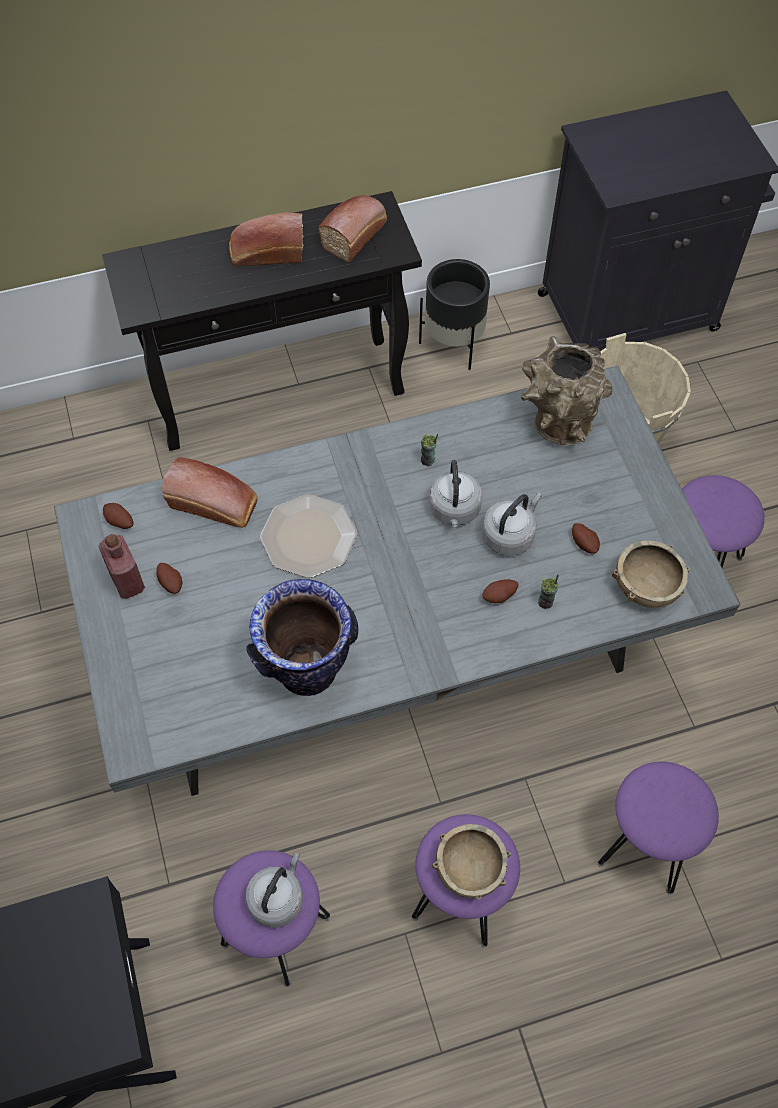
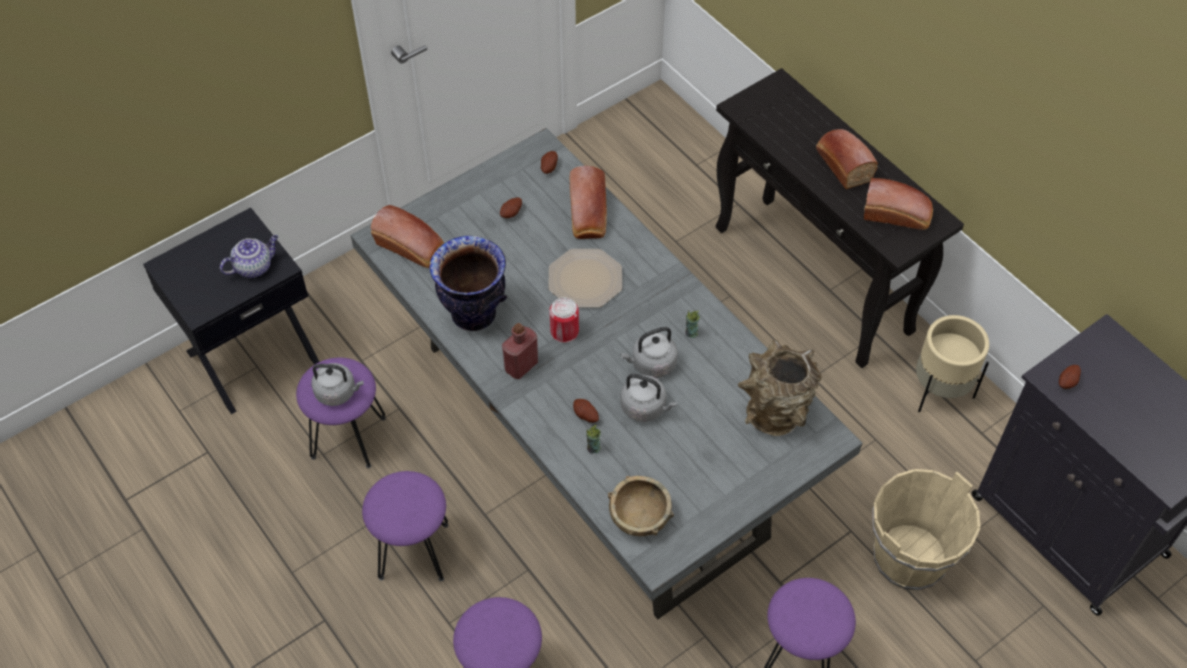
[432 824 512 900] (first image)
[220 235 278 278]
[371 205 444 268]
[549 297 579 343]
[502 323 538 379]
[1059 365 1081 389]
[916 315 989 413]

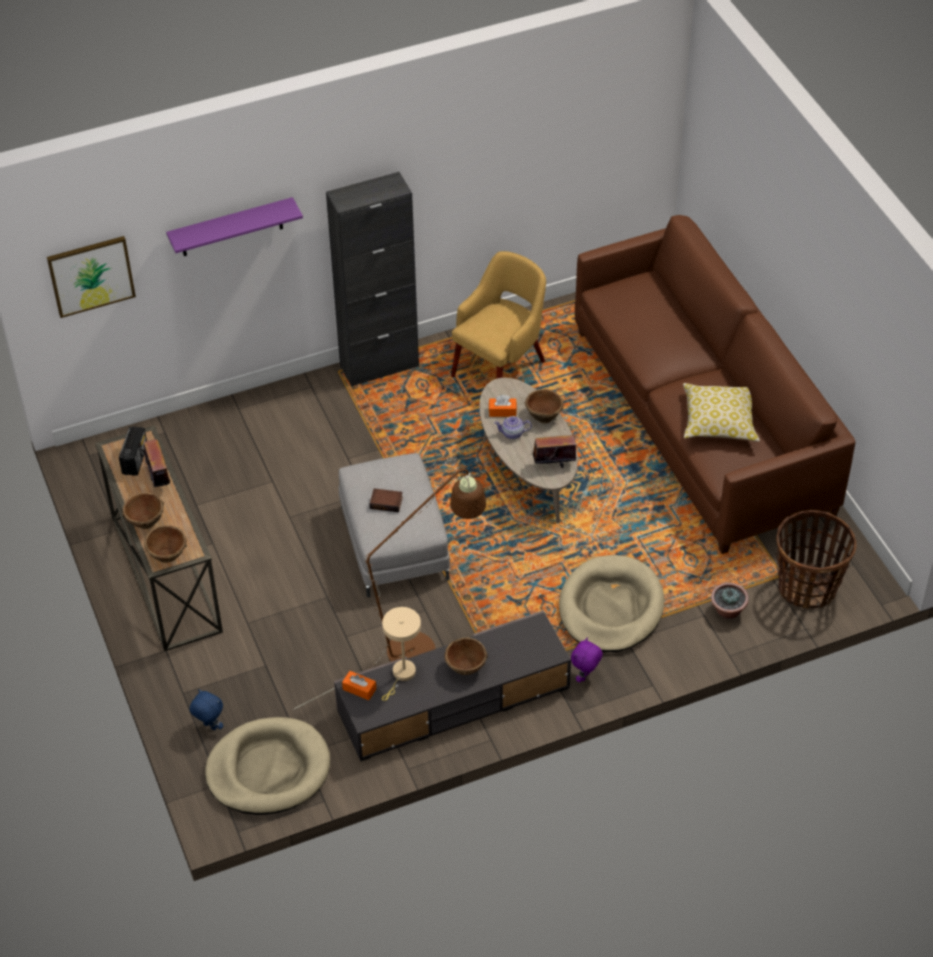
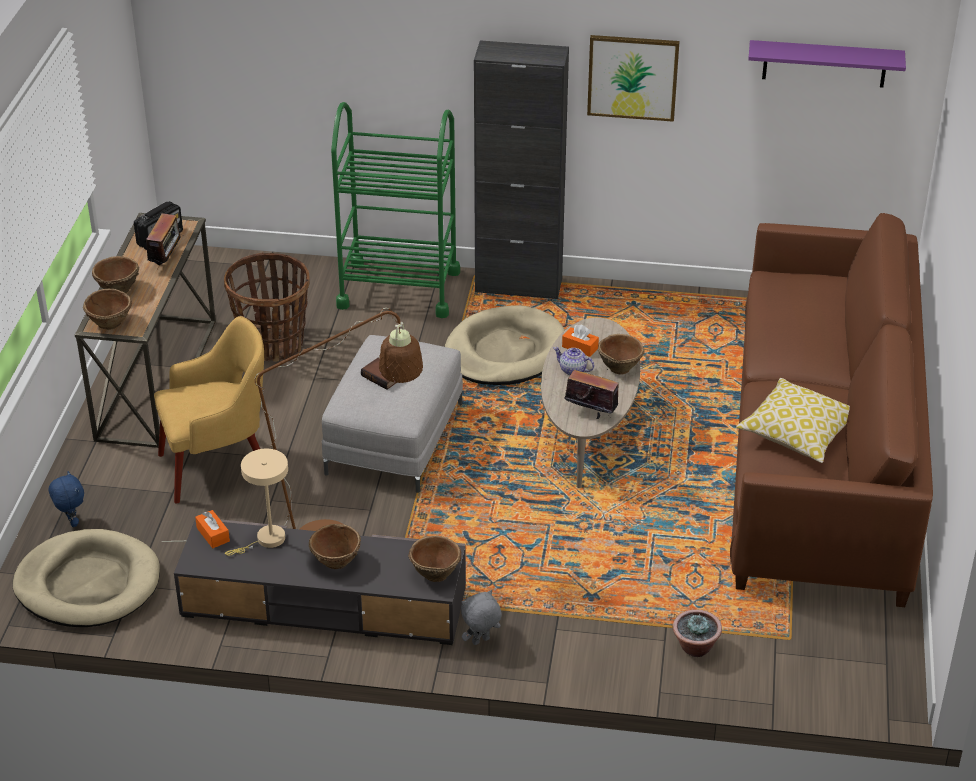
[331 102 460 318]
[408 536 461 582]
[587 35 680 122]
[748 40 906 88]
[154 316 264 503]
[445 305 565 385]
[224 252 310 362]
[461 590 502 645]

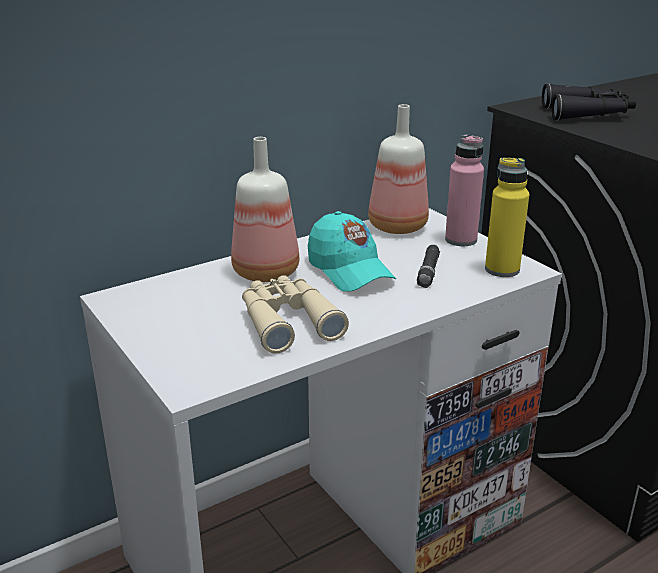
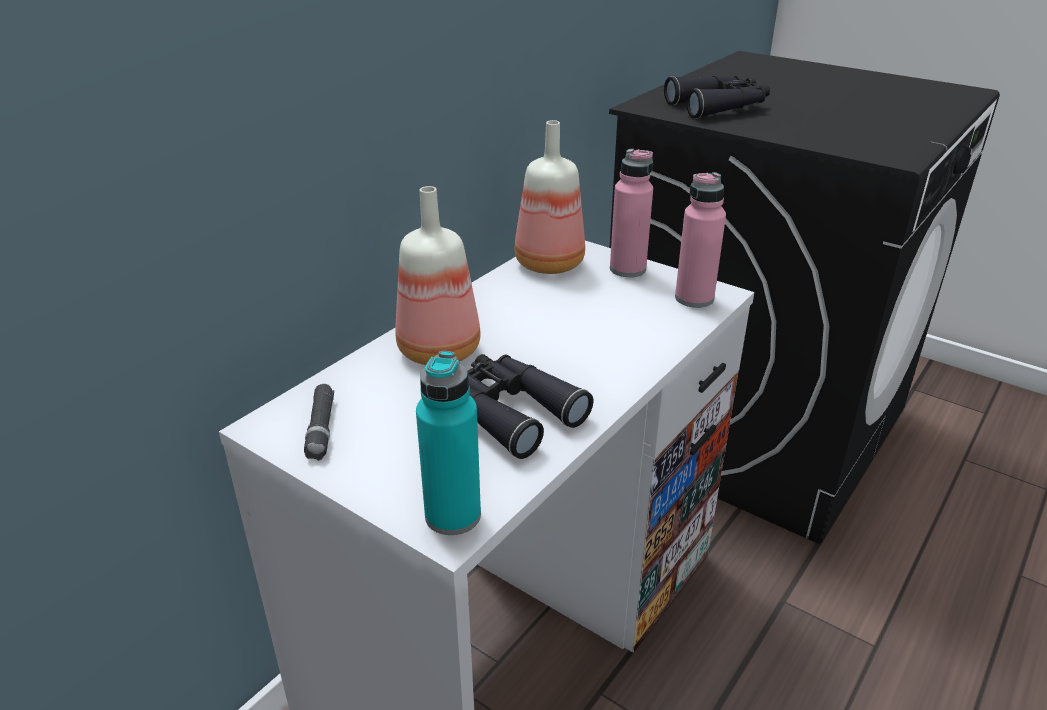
[308 211 396 292] (first image)
[416 351 481 535]
[304 384 334 461]
[467 354 593 459]
[675 172 726 308]

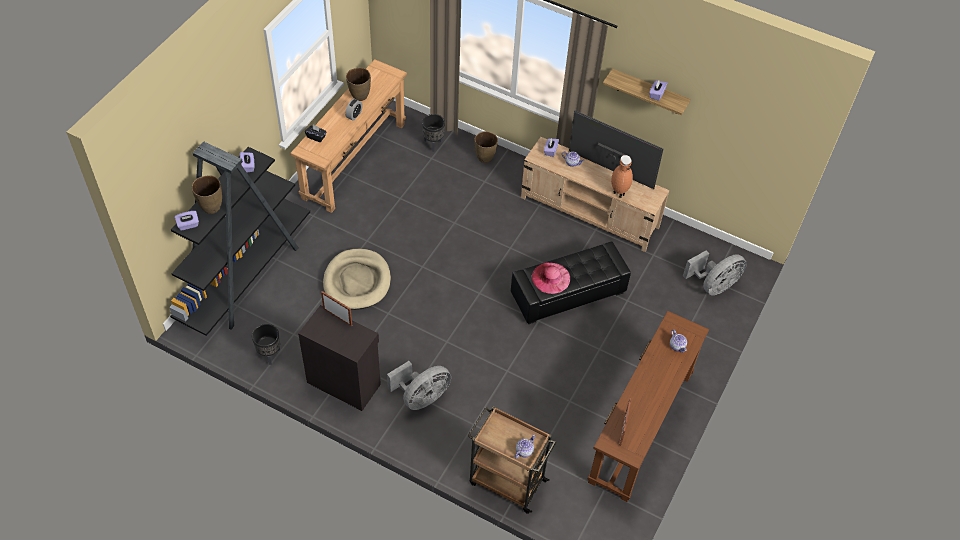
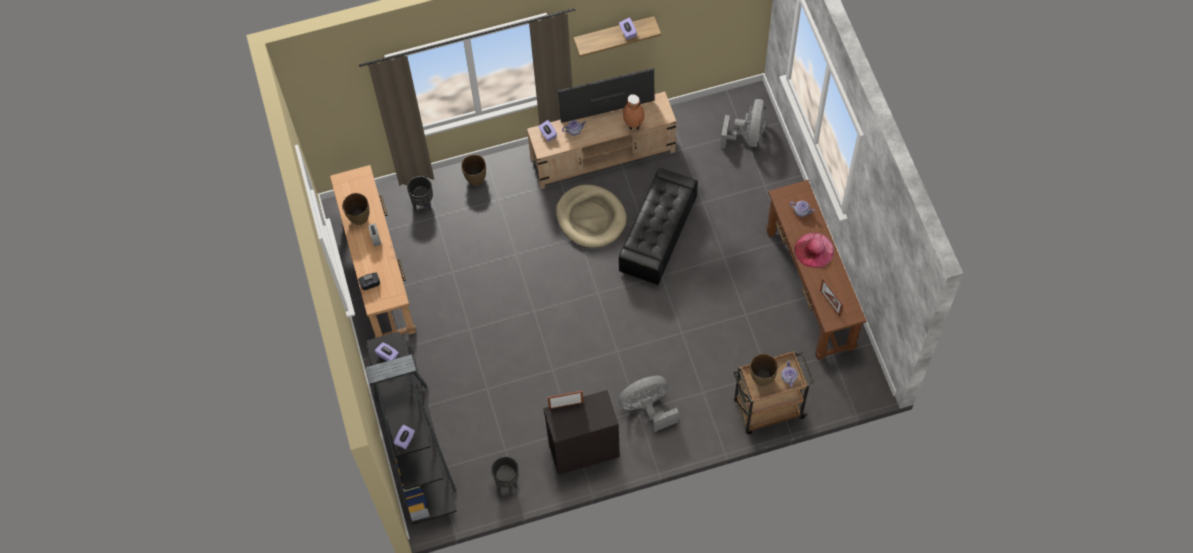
[750 354 778 386]
[556 185 627 248]
[794 233 834 268]
[618 376 679 432]

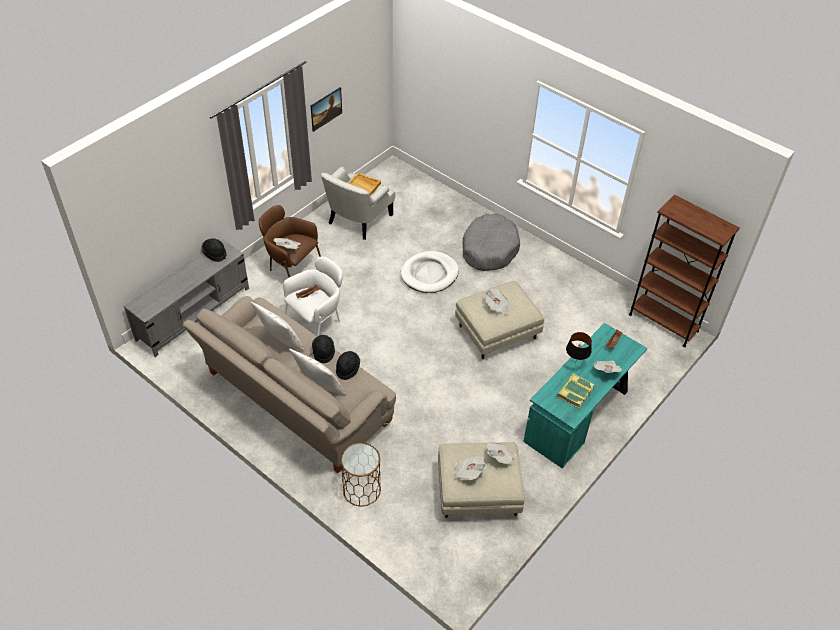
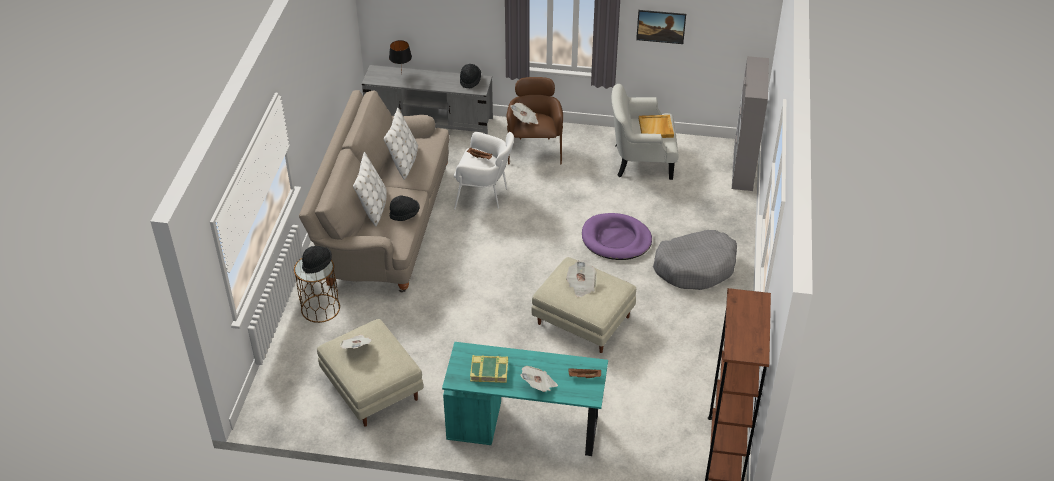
[486 442 517 465] (first image)
[732 56 769 191]
[302 246 332 274]
[389 40 412 72]
[582 213 652 260]

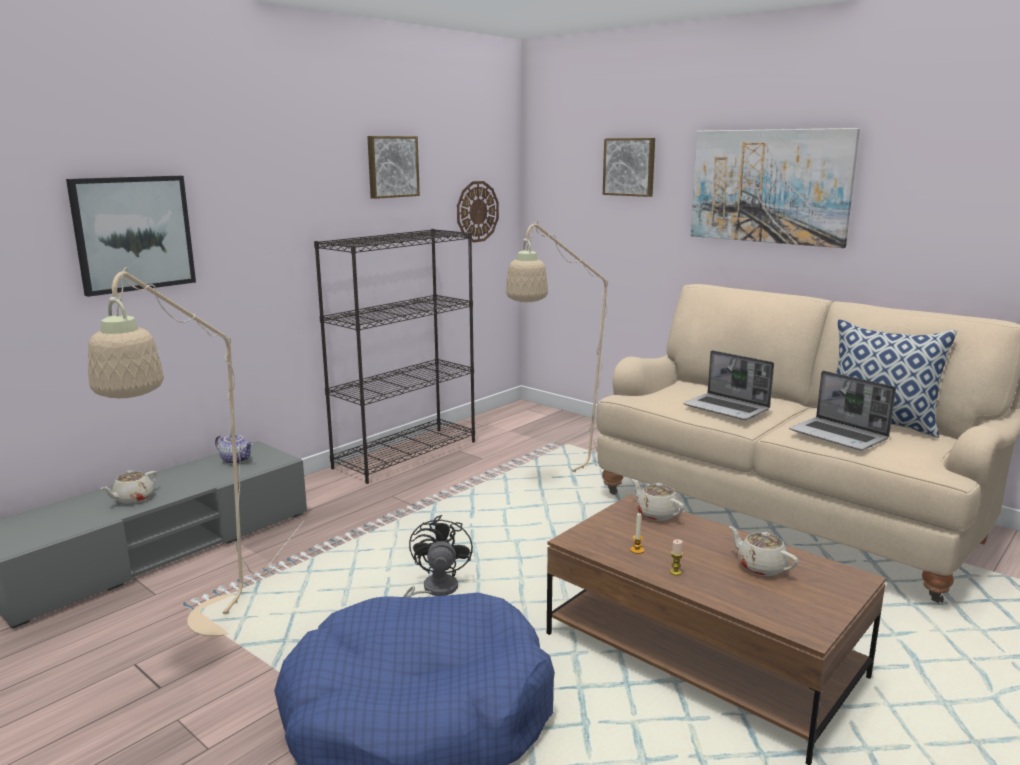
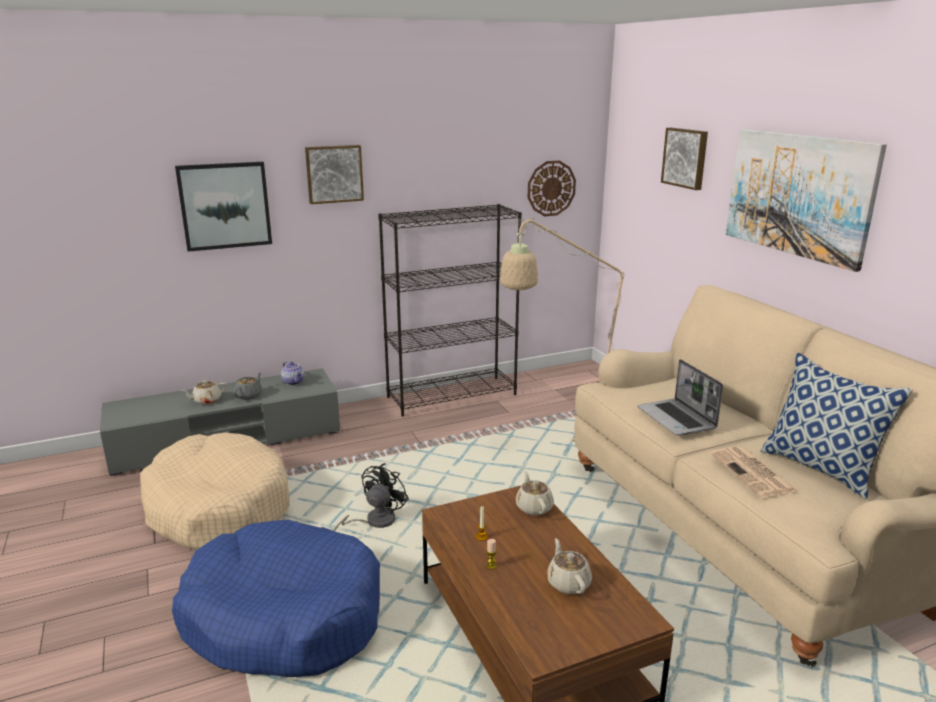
[233 372 262 400]
[305 145 364 204]
[140 433 290 550]
[710 447 798 497]

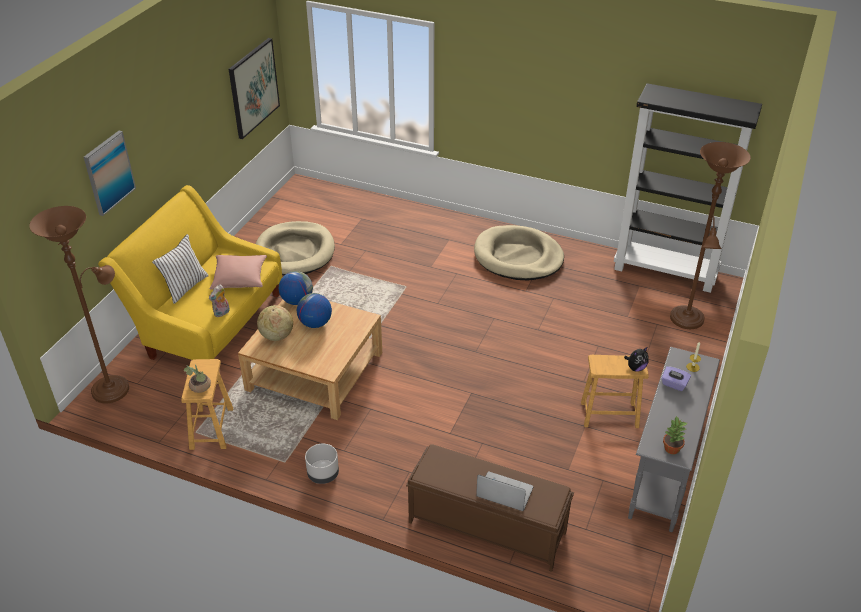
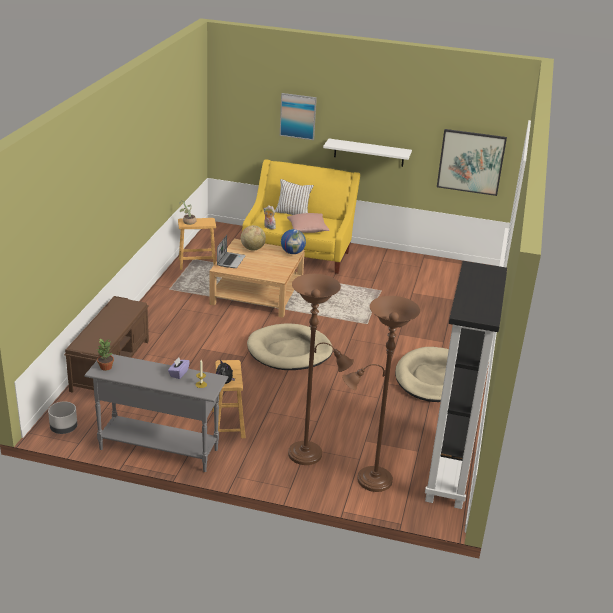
[297 293 332 328] (first image)
[323 139 412 167]
[288 274 354 465]
[247 323 333 370]
[48 401 77 434]
[217 235 246 268]

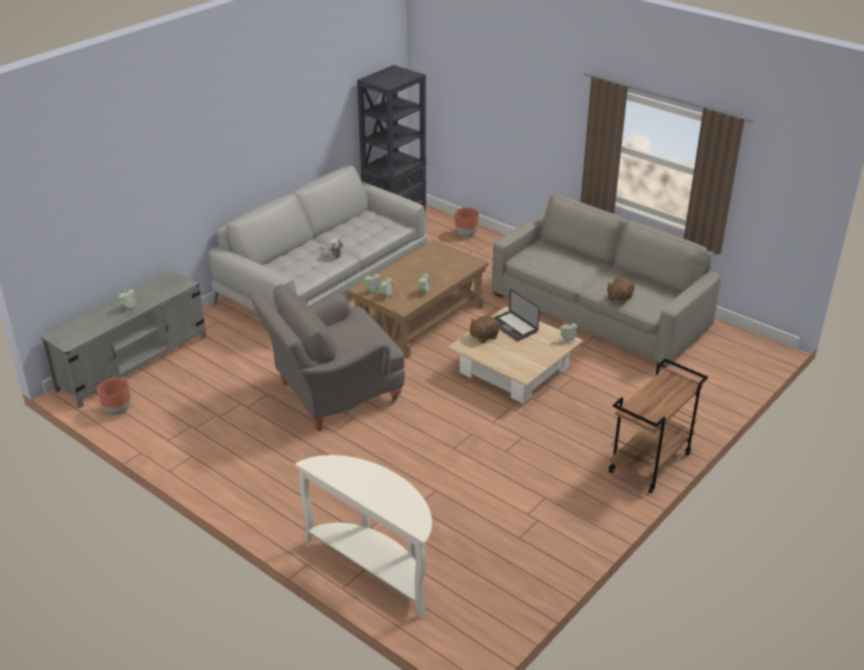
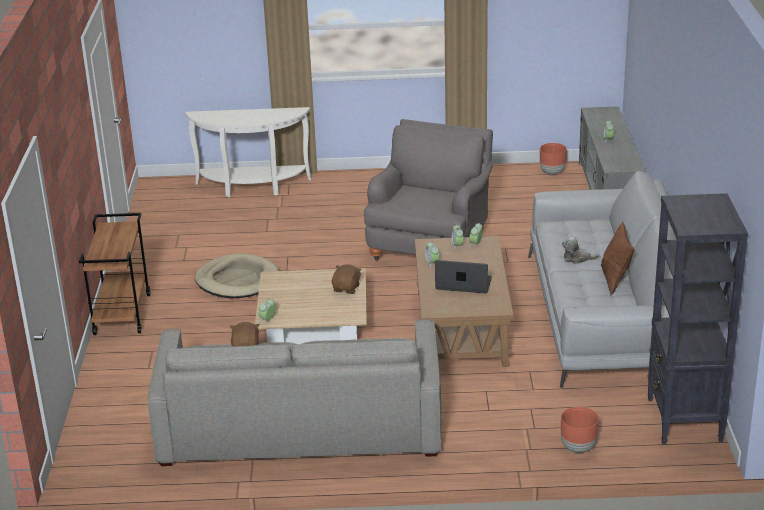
[194 253 279 298]
[601 222 635 295]
[435 260 492 293]

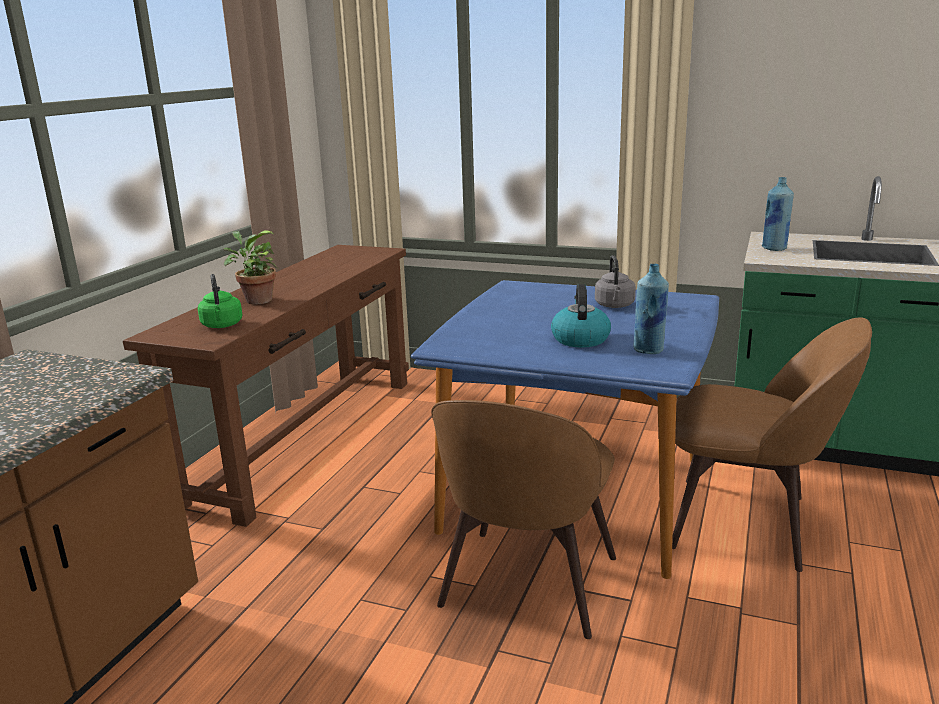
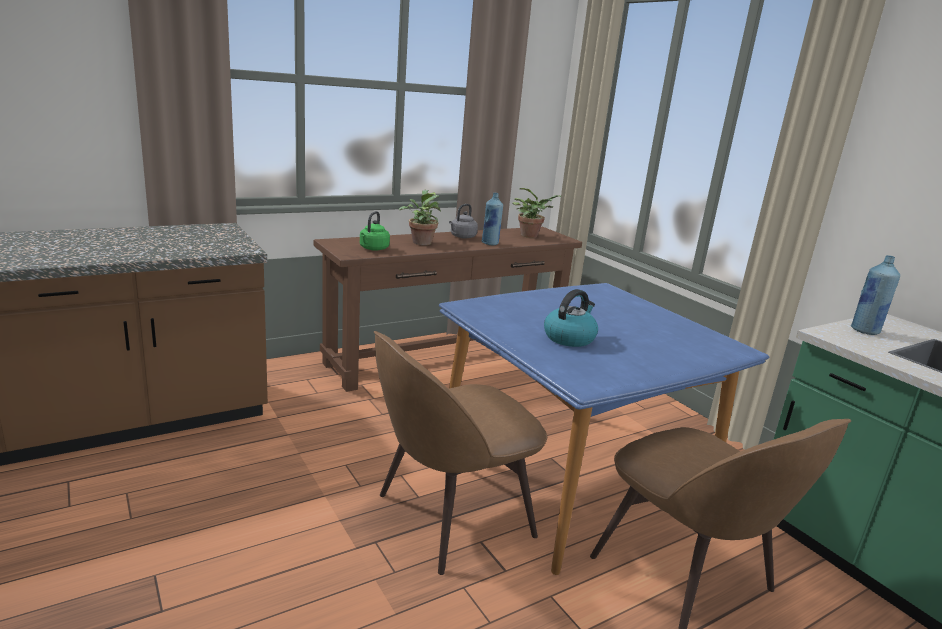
[512 188 561 238]
[449 204 478 239]
[482 193 503 246]

